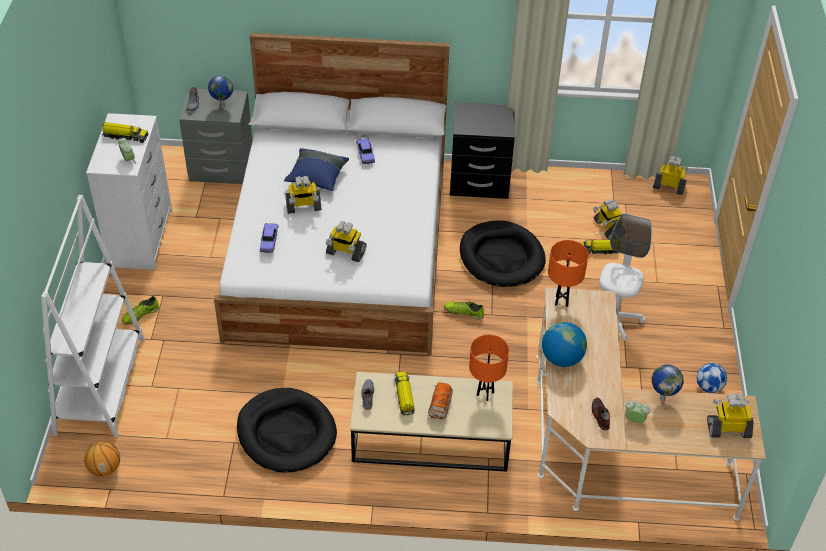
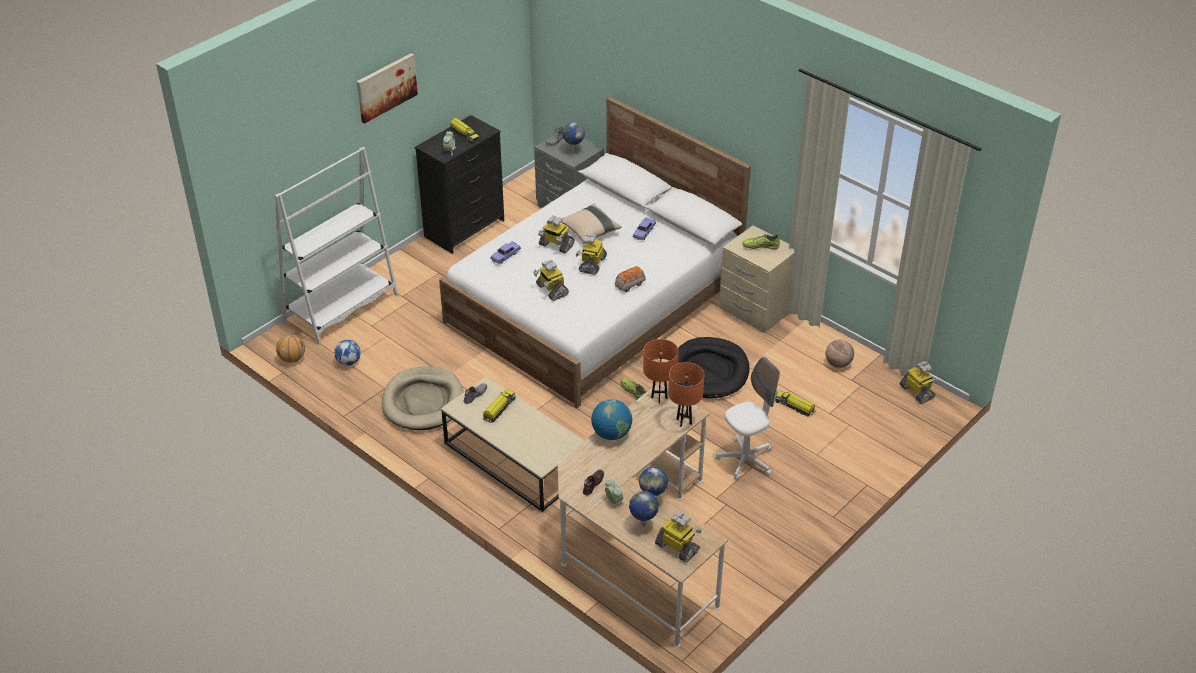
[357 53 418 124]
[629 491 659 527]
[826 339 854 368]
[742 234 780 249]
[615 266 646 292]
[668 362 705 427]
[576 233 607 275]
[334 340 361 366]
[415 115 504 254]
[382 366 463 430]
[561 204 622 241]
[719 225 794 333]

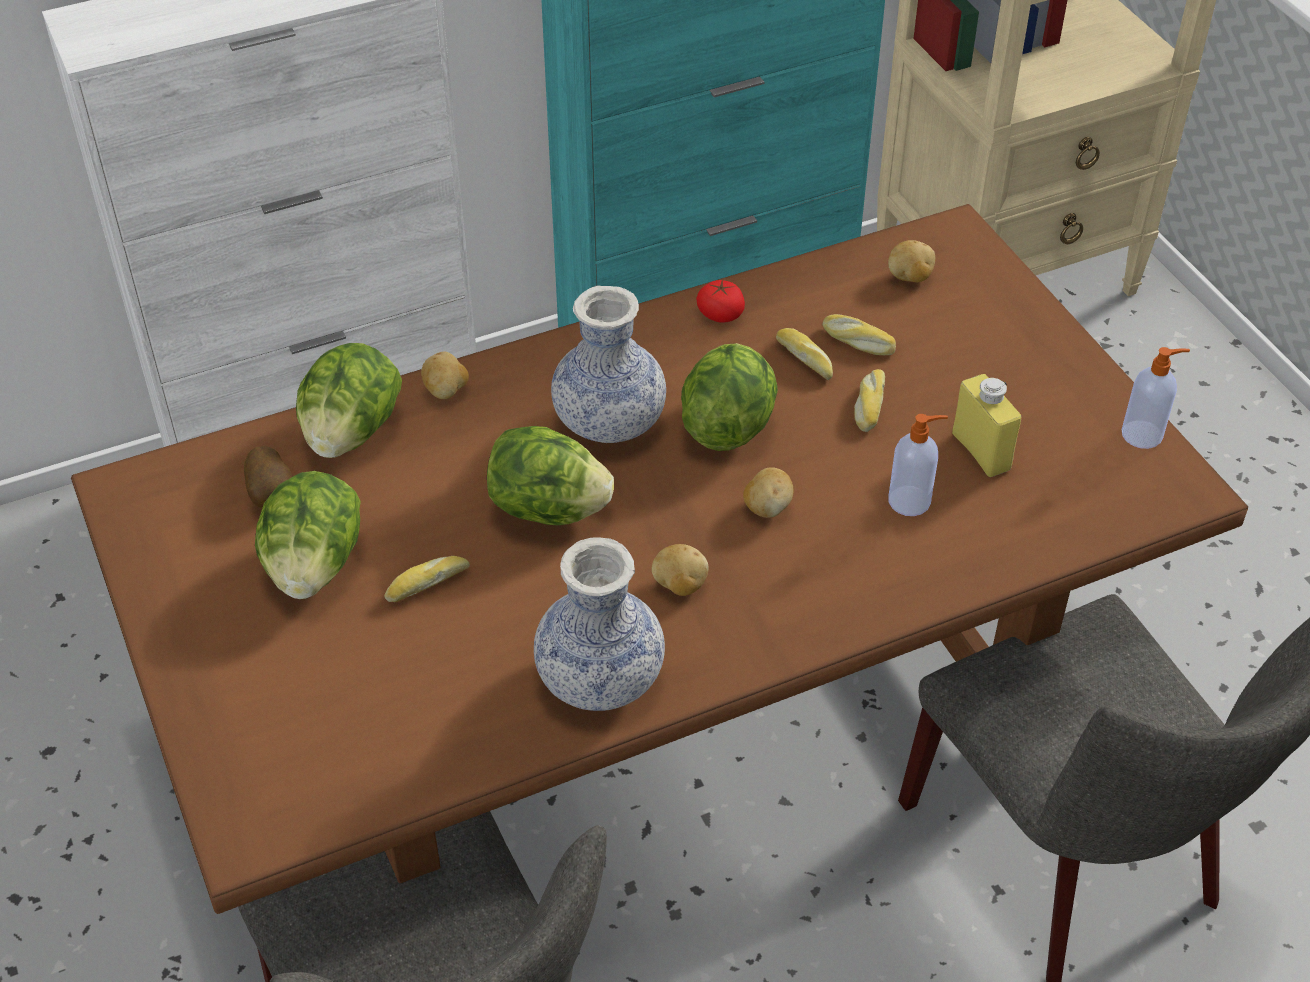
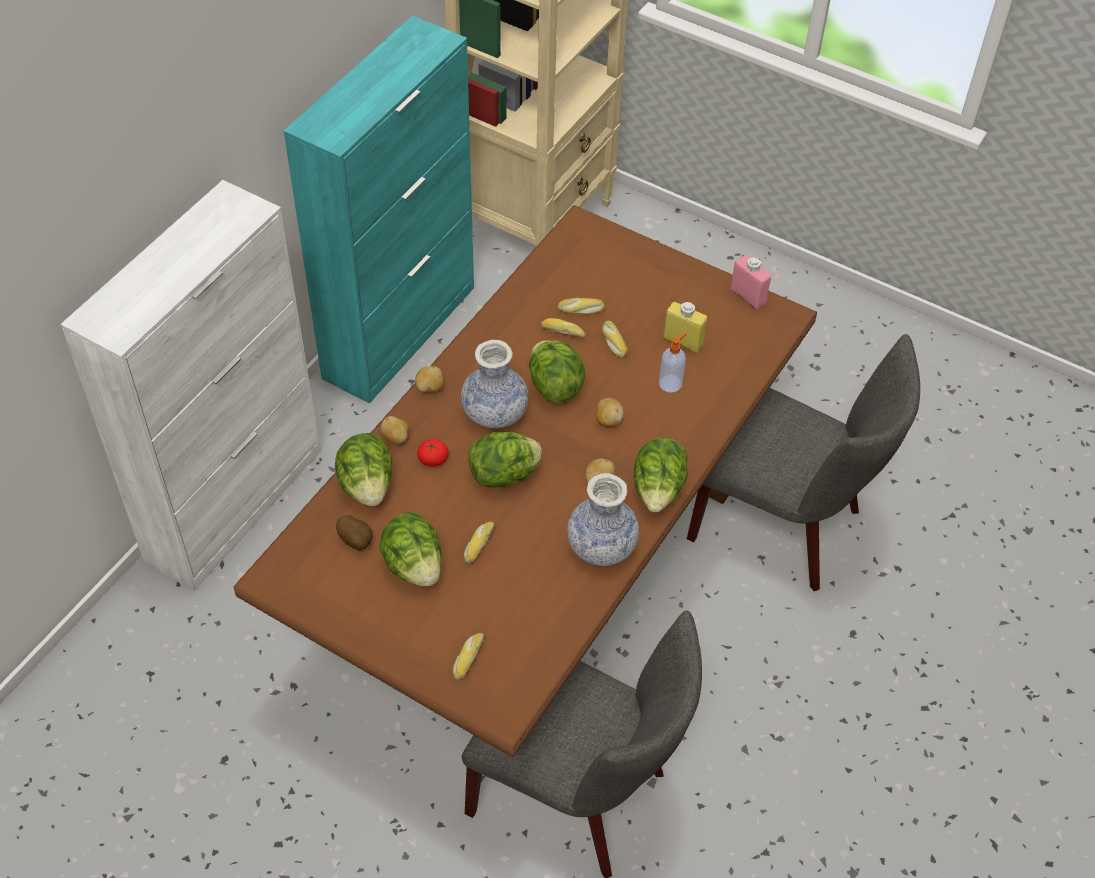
[453 633 484 680]
[634 437 688 513]
[417 439 449 466]
[415 366 443 393]
[730 255 771 310]

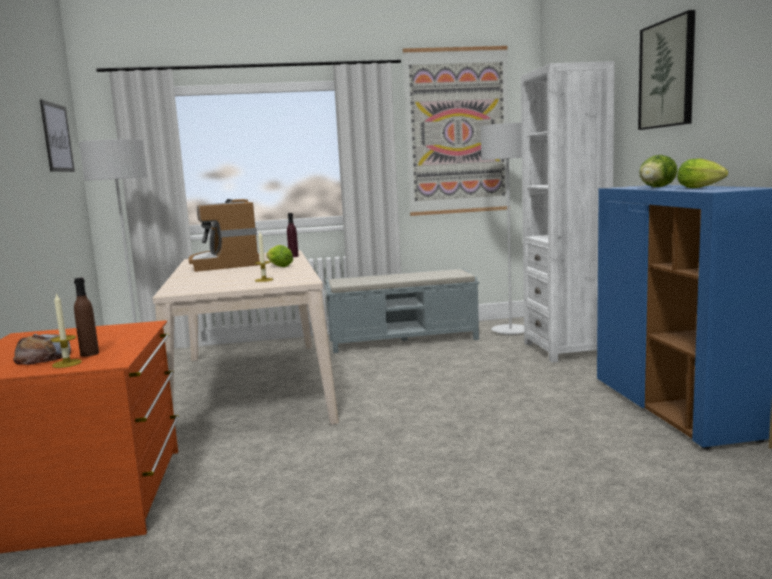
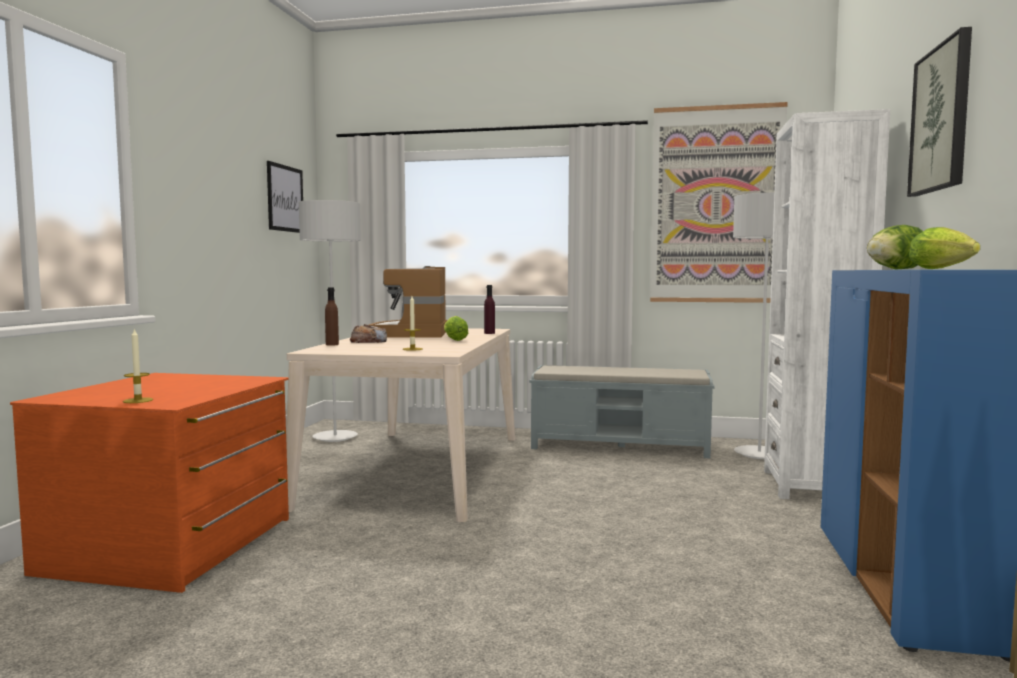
[350 324 387 343]
[325 287 339 346]

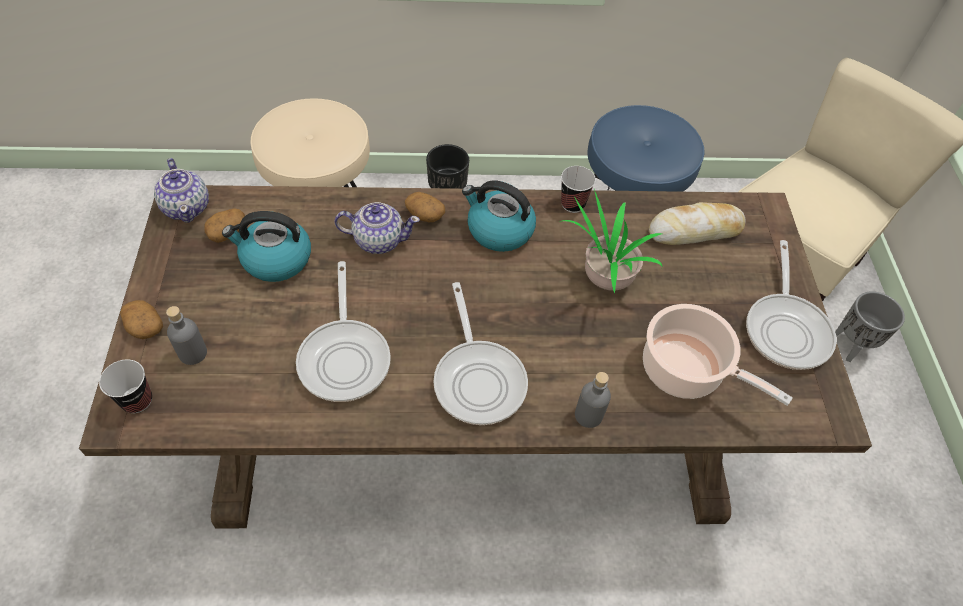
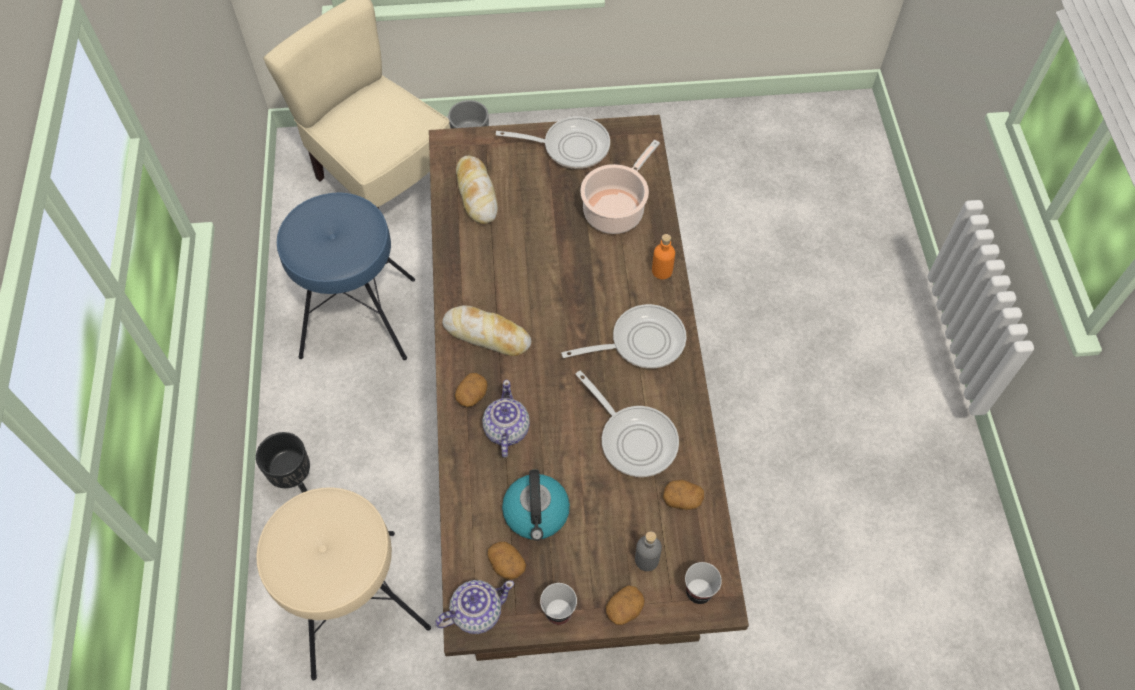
[562 189 662 293] (first image)
[663 480 704 510]
[540 583 577 625]
[442 305 531 356]
[652 234 675 279]
[575 371 679 477]

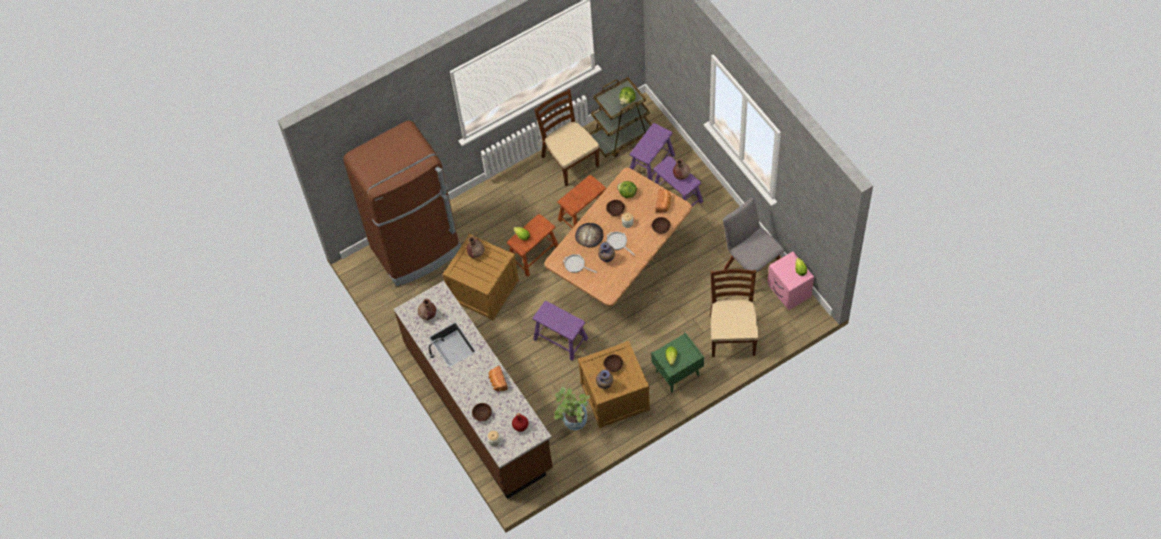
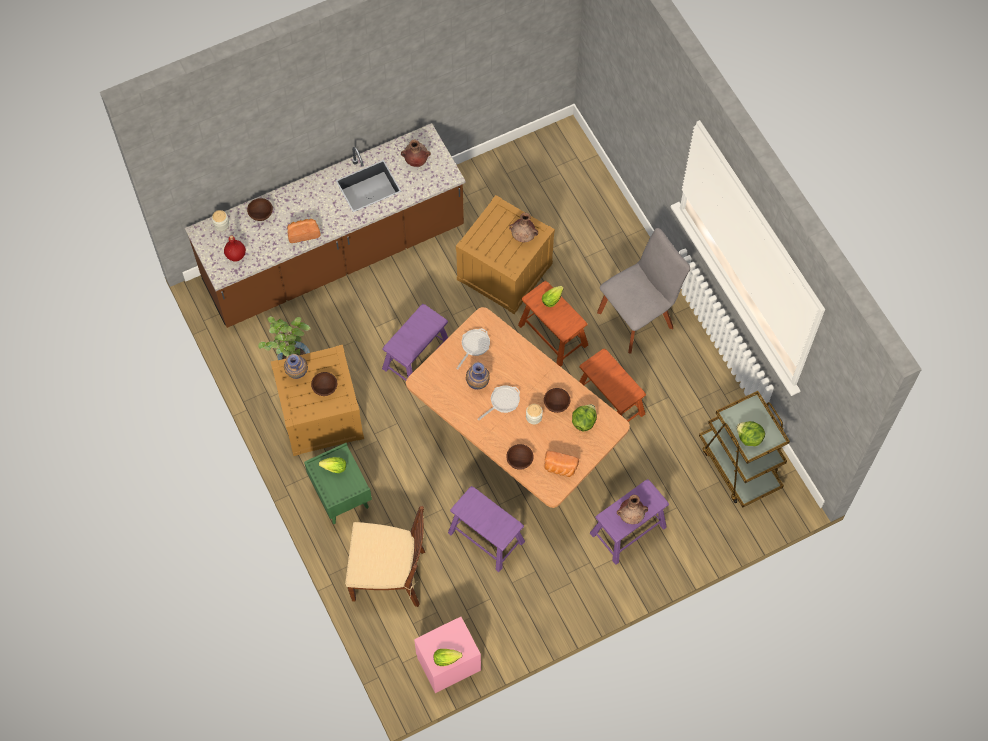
[343 120 461 286] (first image)
[534 89 599 186] (first image)
[575 223 603 248] (first image)
[448 486 525 572]
[597 228 690 354]

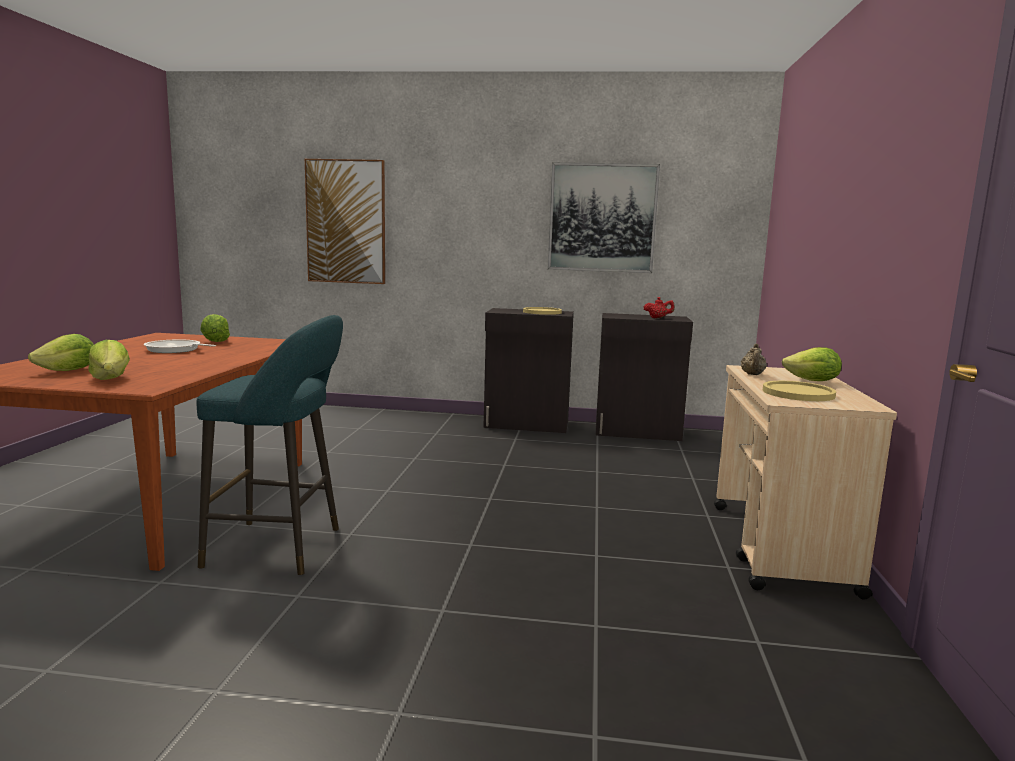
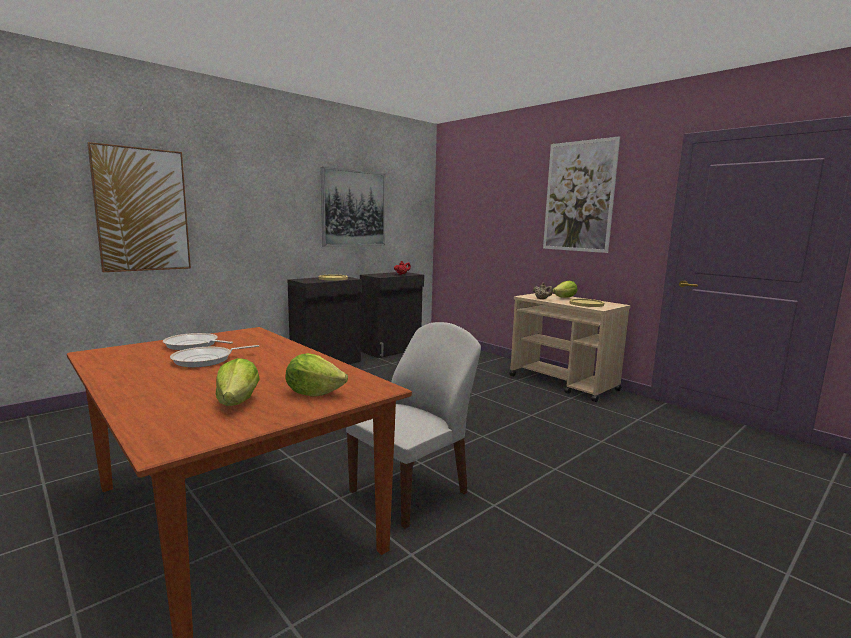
[543 136 620 253]
[346 322 481 529]
[163 333 233 350]

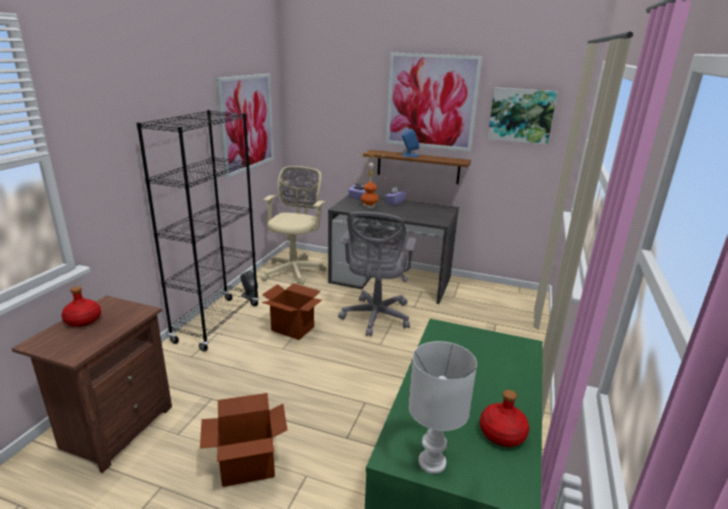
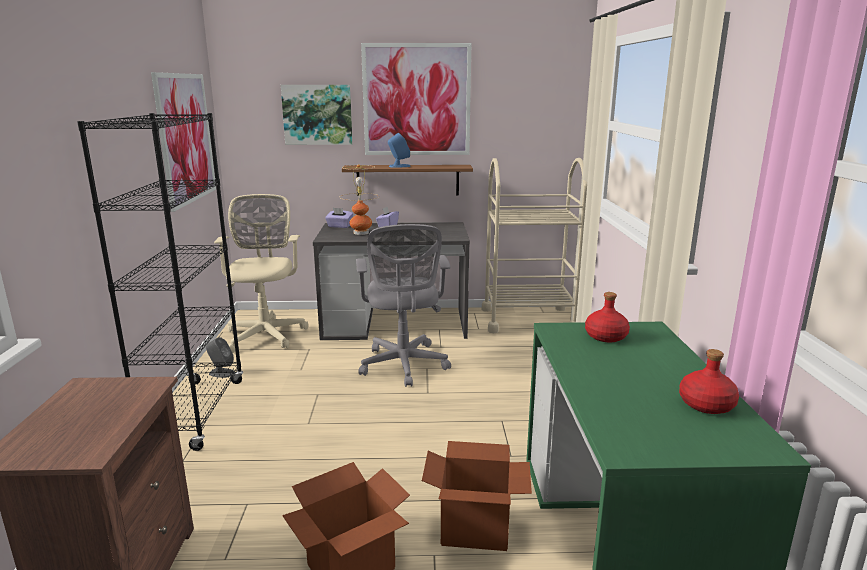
[408 341 477 474] (first image)
[482 158 587 333]
[585 292 630 342]
[422 441 532 551]
[281 85 353 145]

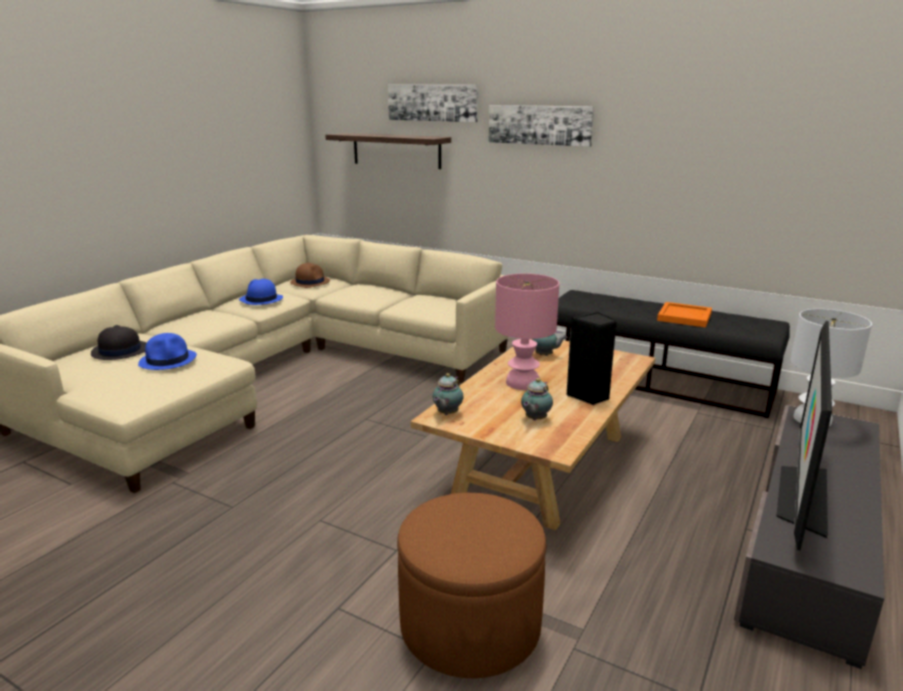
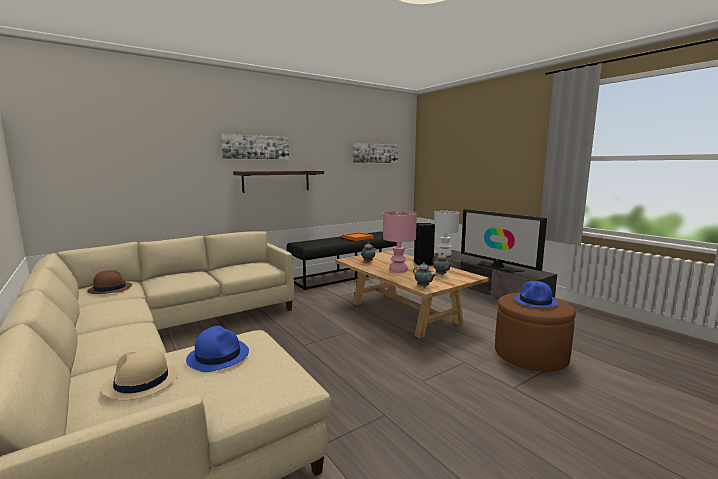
[513 281 559 308]
[233 171 324 193]
[353 143 398 163]
[101 347 179 401]

